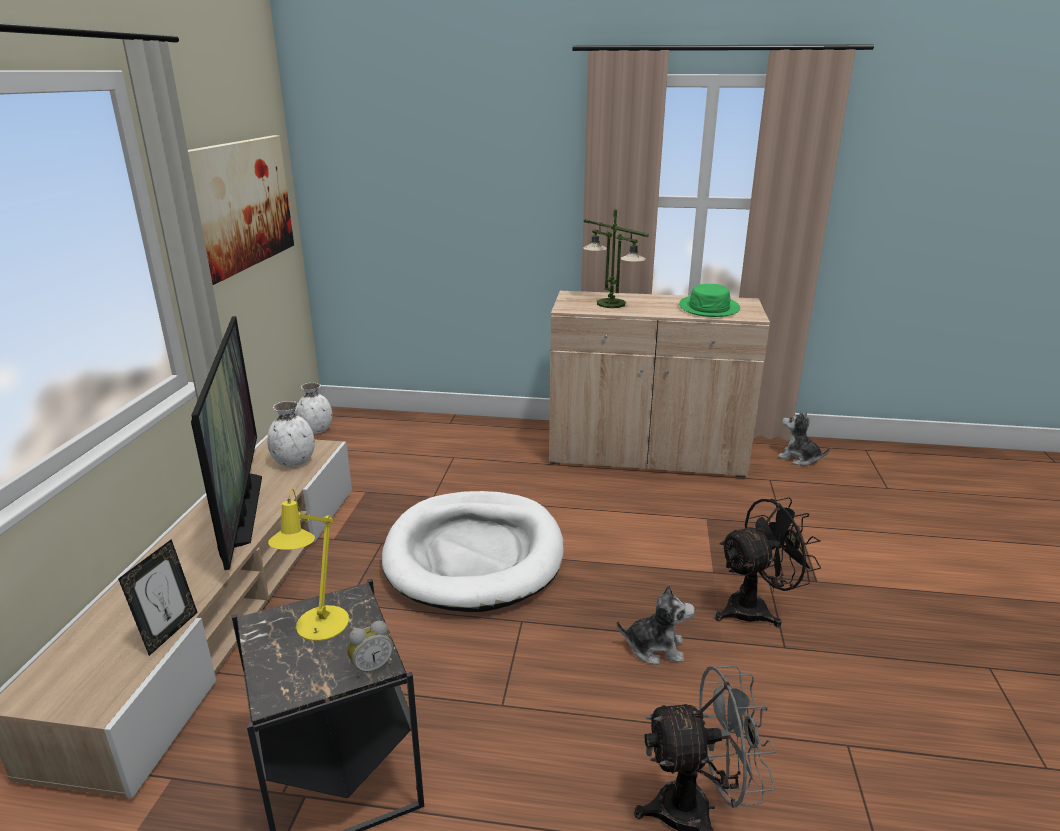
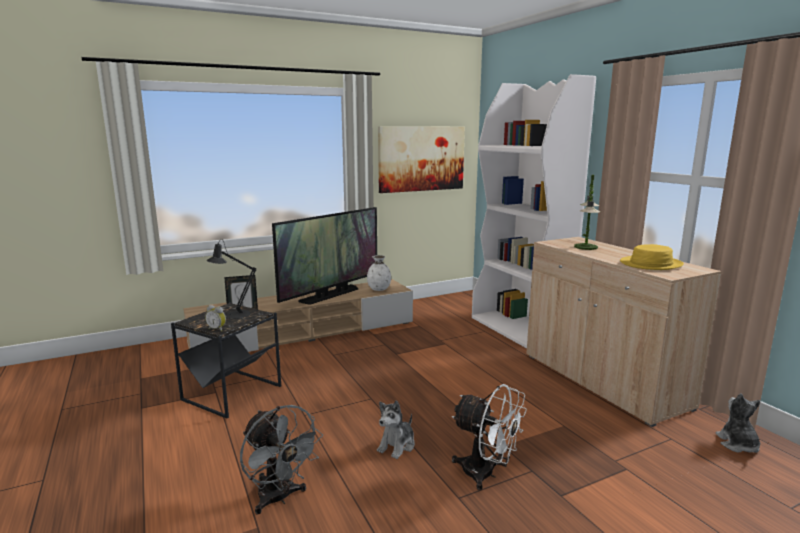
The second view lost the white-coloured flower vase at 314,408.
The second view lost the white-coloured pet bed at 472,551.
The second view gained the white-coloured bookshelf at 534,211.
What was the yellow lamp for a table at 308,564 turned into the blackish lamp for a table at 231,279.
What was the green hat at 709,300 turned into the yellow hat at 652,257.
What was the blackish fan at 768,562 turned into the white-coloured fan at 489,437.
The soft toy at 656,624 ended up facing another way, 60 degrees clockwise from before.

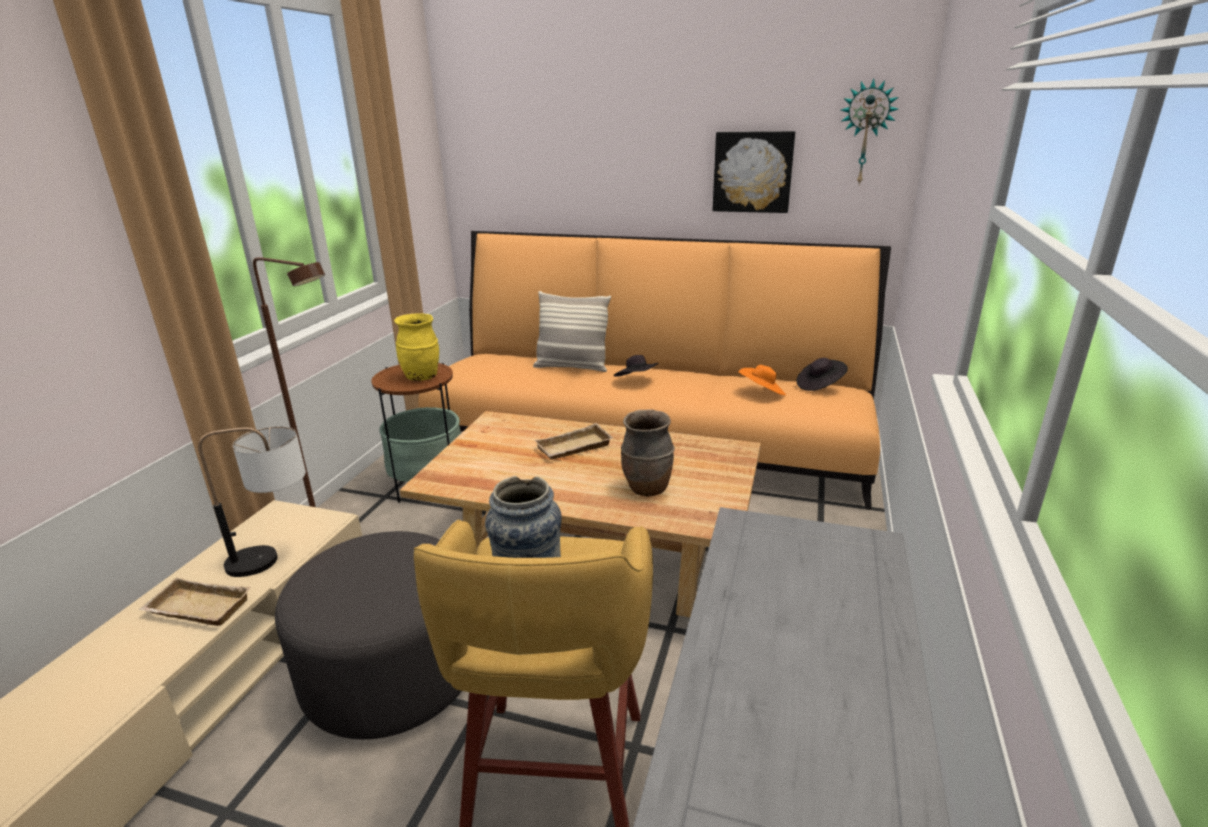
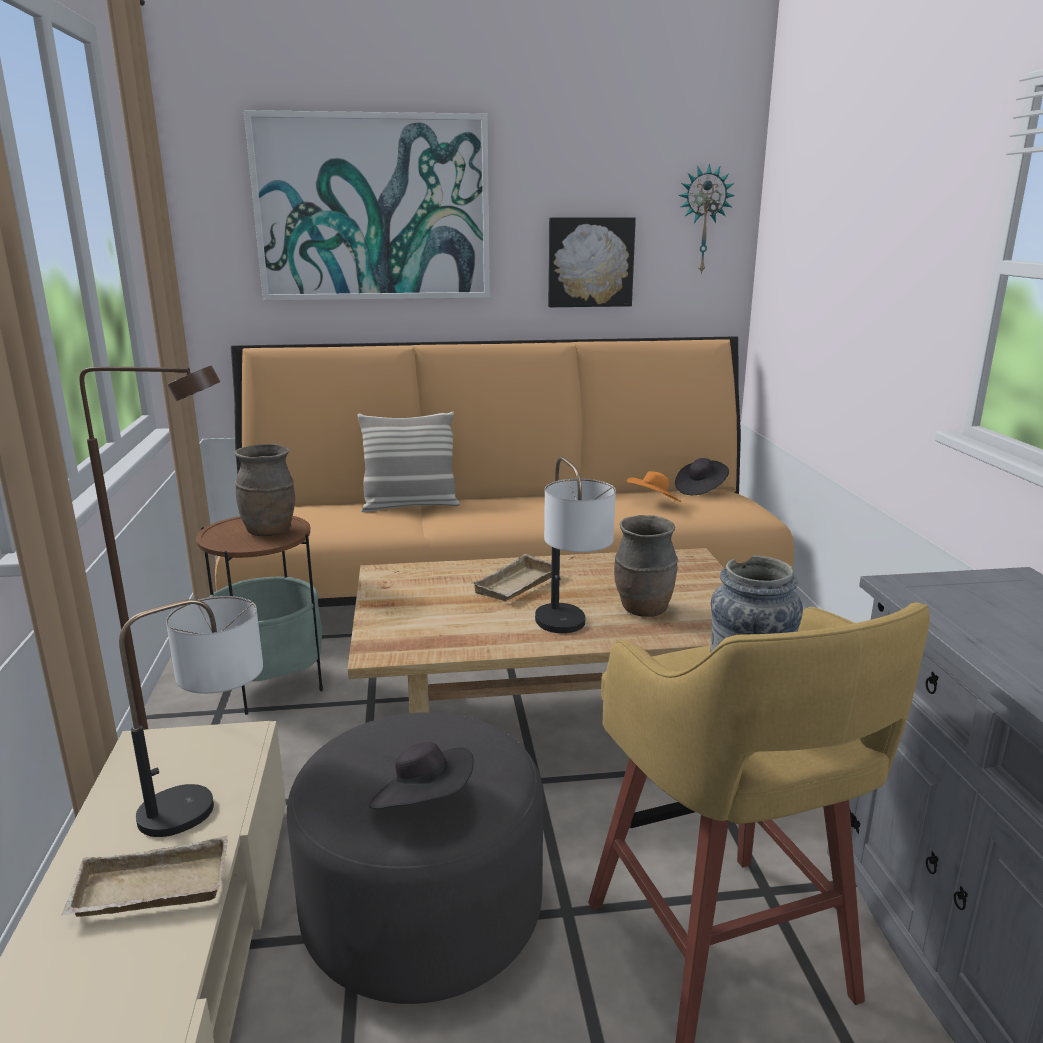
The second view gained the picture at 367,205.
The second view gained the lamp for a table at 575,545.
The blackish hat ended up elsewhere, having gone from 636,366 to 421,775.
What was the yellow flower vase at 416,347 turned into the brown-coloured flower vase at 264,490.

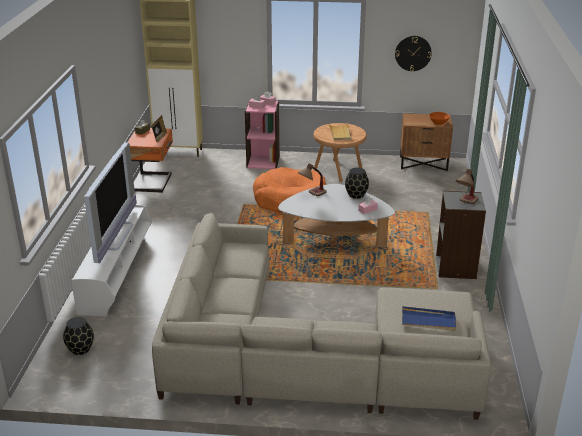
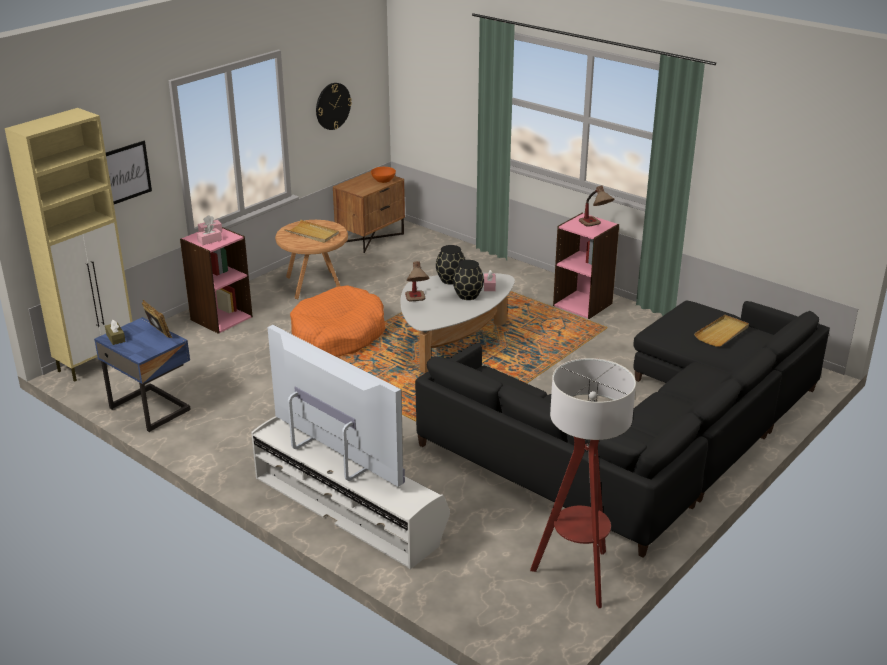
The second view gained the picture at 129,172.
The second view gained the standard lamp at 583,483.
The blackish flower vase ended up elsewhere, having gone from 78,336 to 468,280.
What was the orange-coloured nightstand at 150,160 turned into the bluish nightstand at 142,374.
What was the beige-coloured sofa at 321,316 turned into the blackish sofa at 622,429.
What was the bluish carrying tray at 429,318 turned into the beige-coloured carrying tray at 721,330.
What was the greyish bookshelf at 461,235 turned into the pink-coloured bookshelf at 586,266.

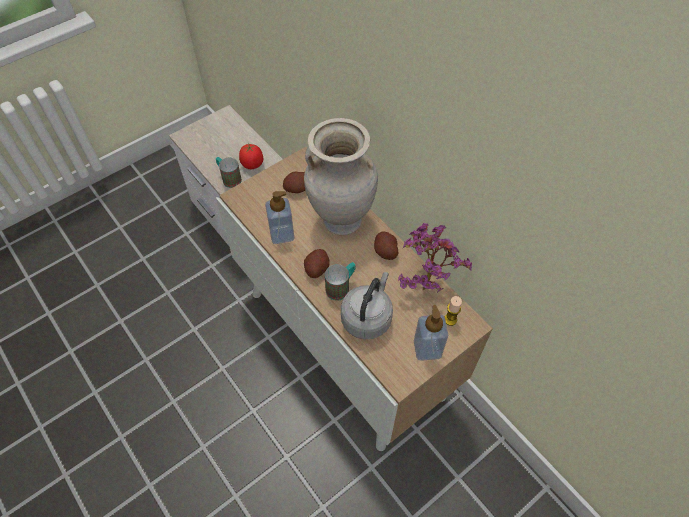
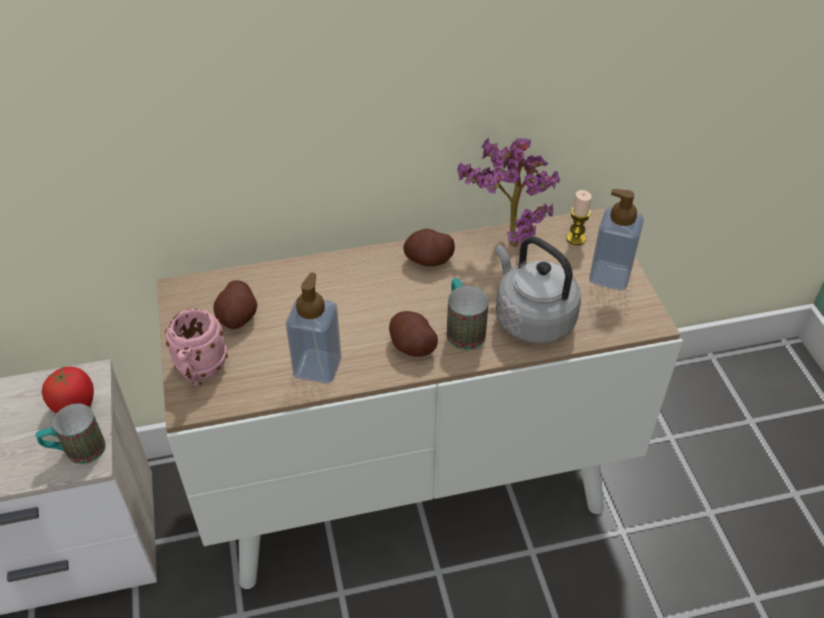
The second view lost the beige-coloured flower vase at 341,176.
The second view gained the pink-coloured coffee mug at 196,347.

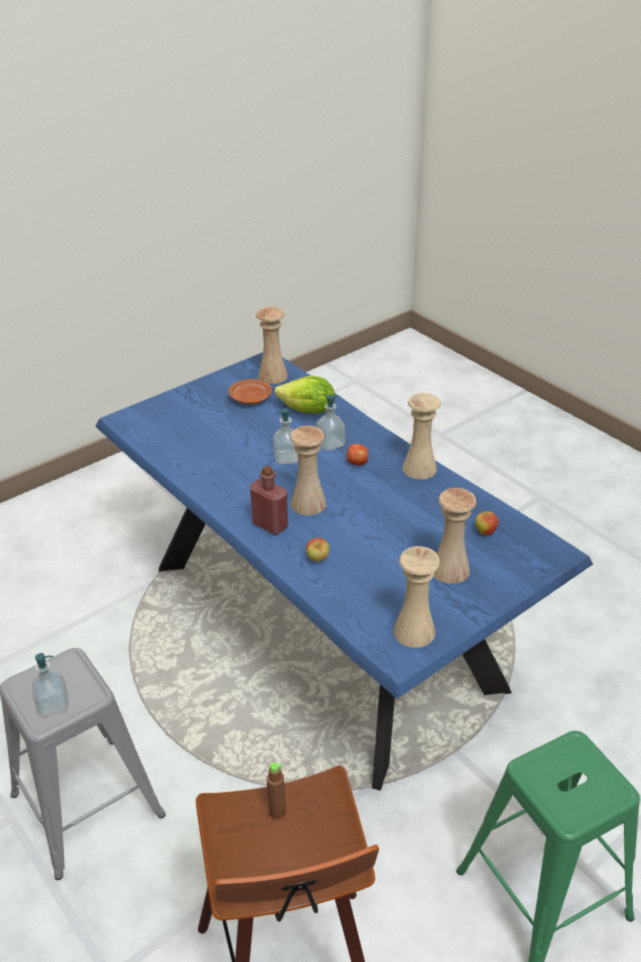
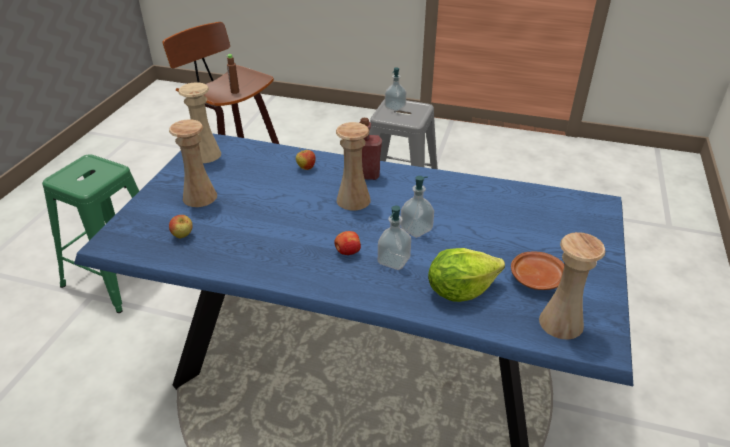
The second view lost the beige-coloured flower vase at 421,436.

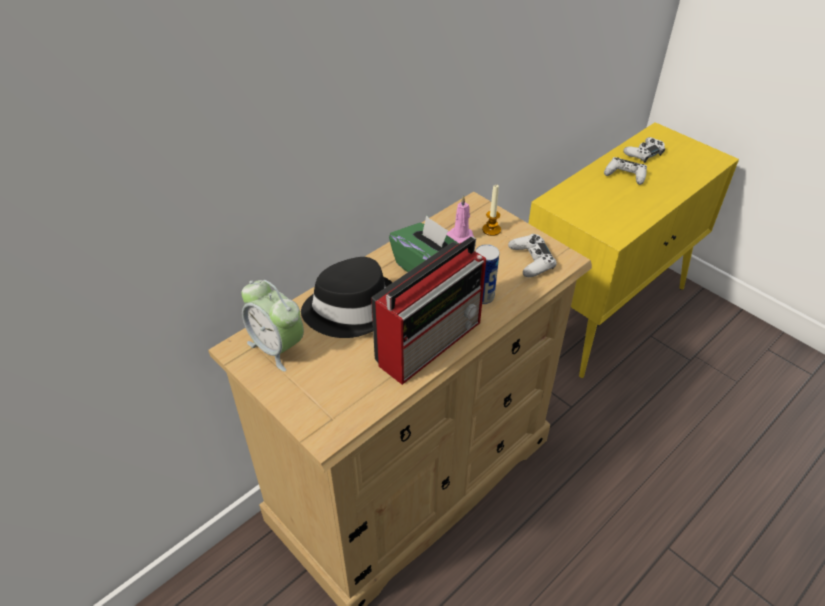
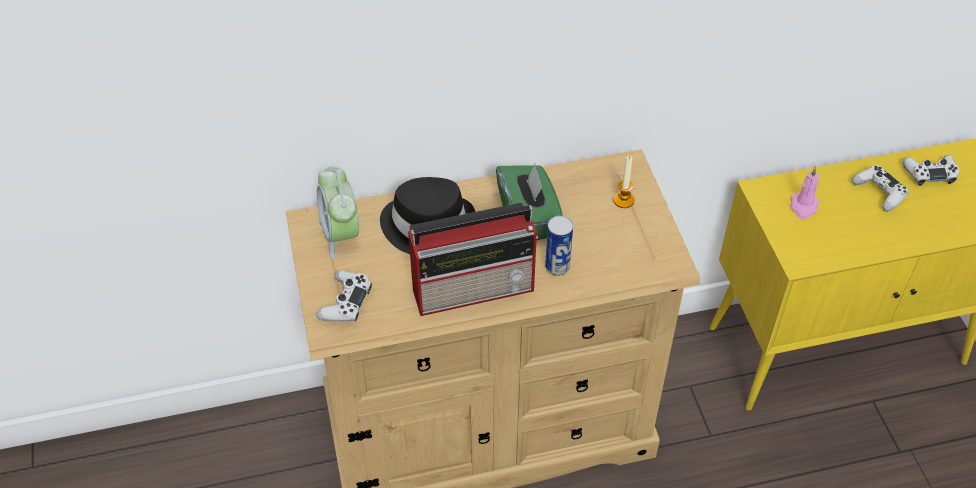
The pink-coloured candle ended up elsewhere, having gone from 460,219 to 804,193.
The white-coloured gamepad ended up elsewhere, having gone from 532,255 to 344,296.

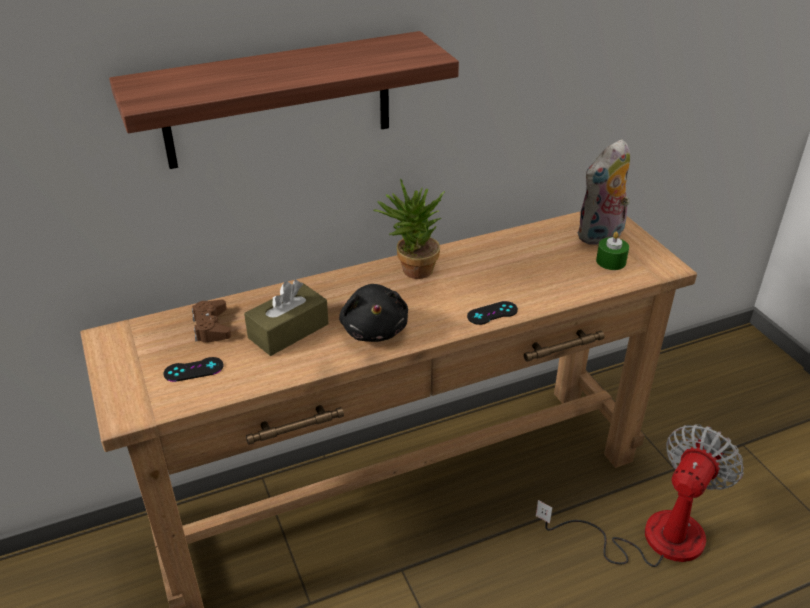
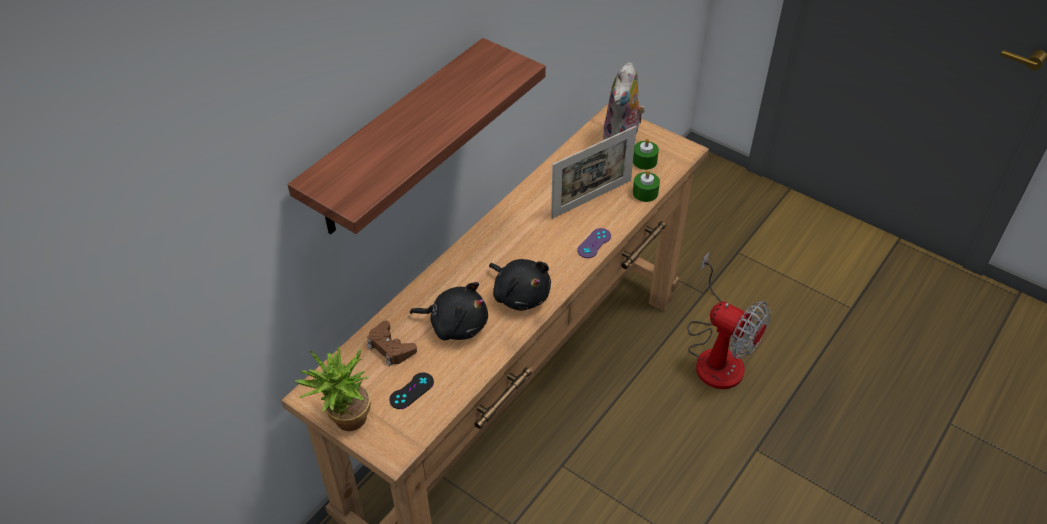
The second view gained the standing frame at 594,172.
The second view gained the green candle at 646,186.
The houseplant ended up elsewhere, having gone from 409,229 to 332,389.
Where the brown-coloured tissue box stood at 286,318, the blackish soft toy came to stand at 449,311.
What was the blackish gamepad at 492,313 turned into the purple gamepad at 594,243.
The fan at 640,495 ended up facing another way, 120 degrees clockwise from before.

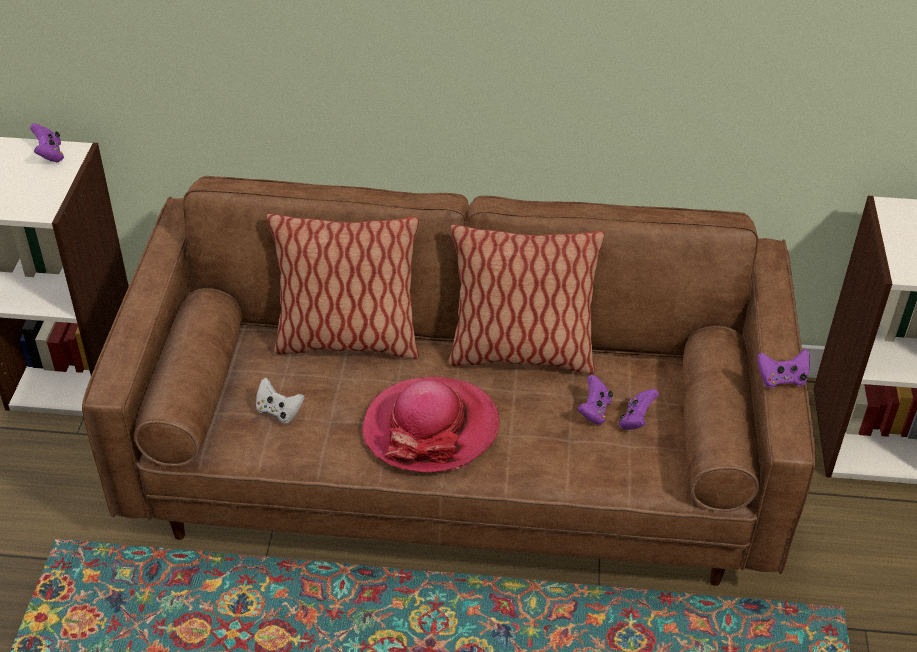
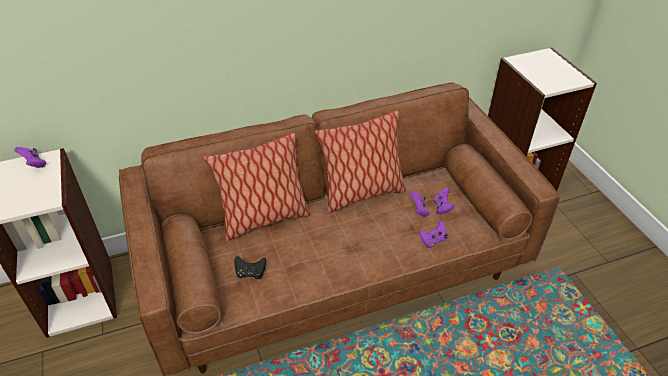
The second view lost the hat at 430,424.
The purple gamepad ended up elsewhere, having gone from 783,368 to 433,234.
What was the white-coloured gamepad at 280,400 turned into the blackish gamepad at 250,267.

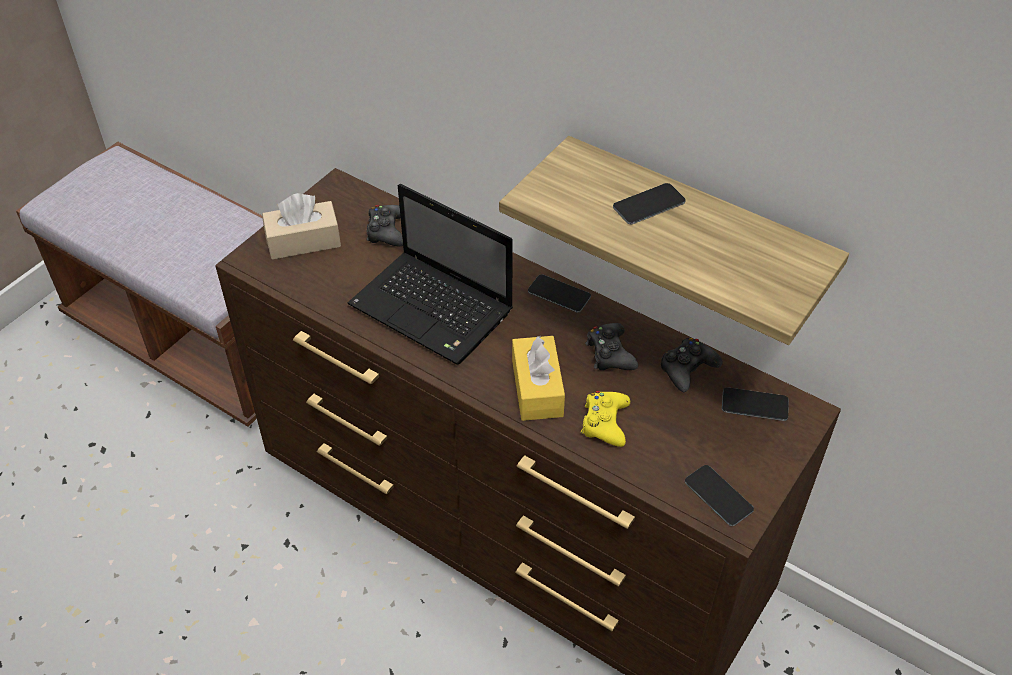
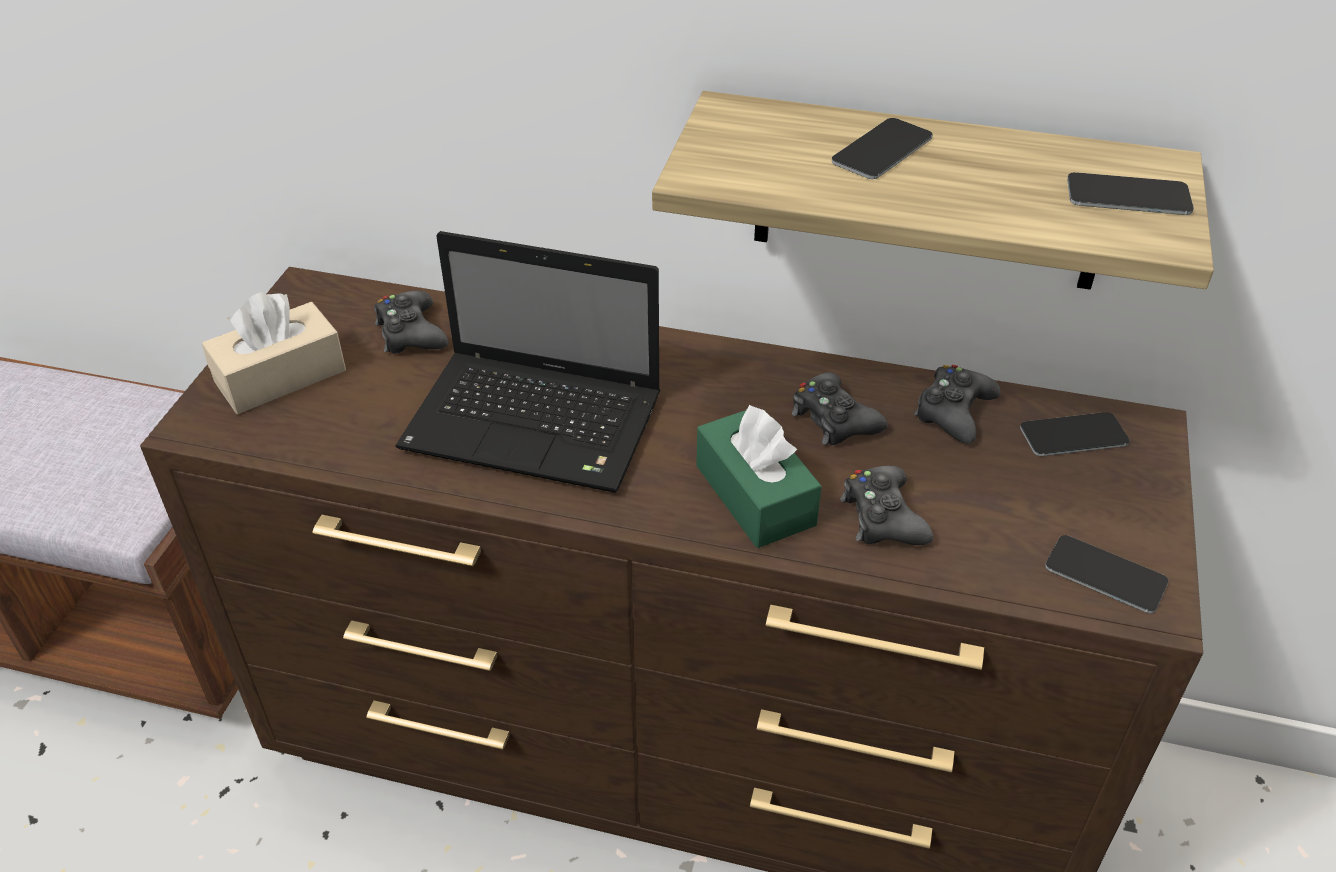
The telephone ended up elsewhere, having gone from 559,293 to 1130,193.
What was the yellow tissue box at 538,378 turned into the green tissue box at 759,476.
What was the yellow gamepad at 605,419 turned into the blackish gamepad at 886,505.

